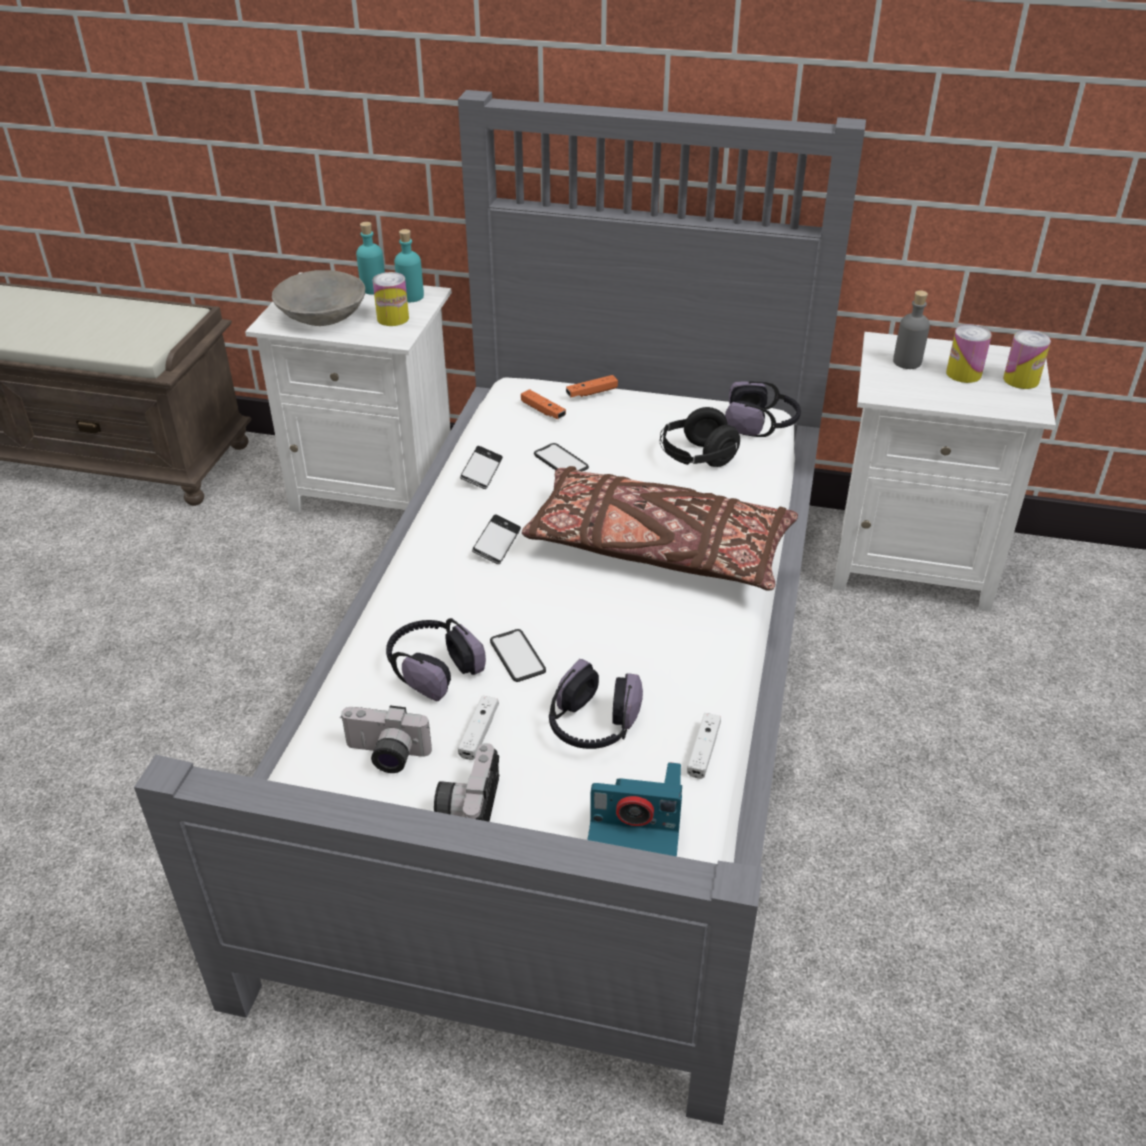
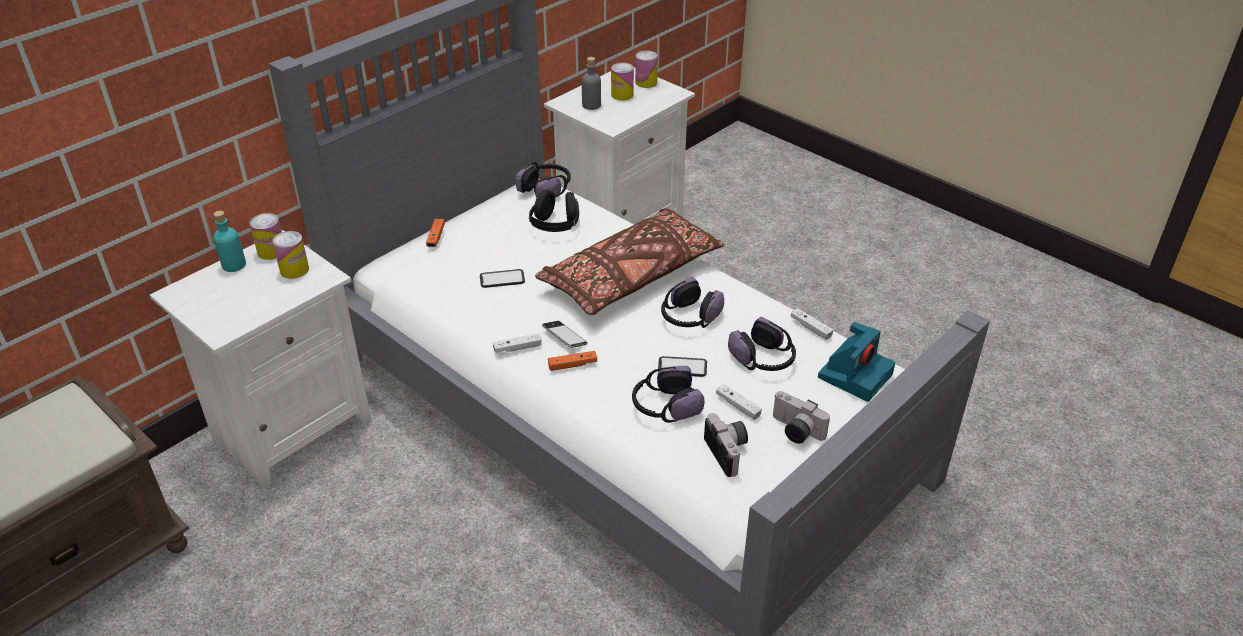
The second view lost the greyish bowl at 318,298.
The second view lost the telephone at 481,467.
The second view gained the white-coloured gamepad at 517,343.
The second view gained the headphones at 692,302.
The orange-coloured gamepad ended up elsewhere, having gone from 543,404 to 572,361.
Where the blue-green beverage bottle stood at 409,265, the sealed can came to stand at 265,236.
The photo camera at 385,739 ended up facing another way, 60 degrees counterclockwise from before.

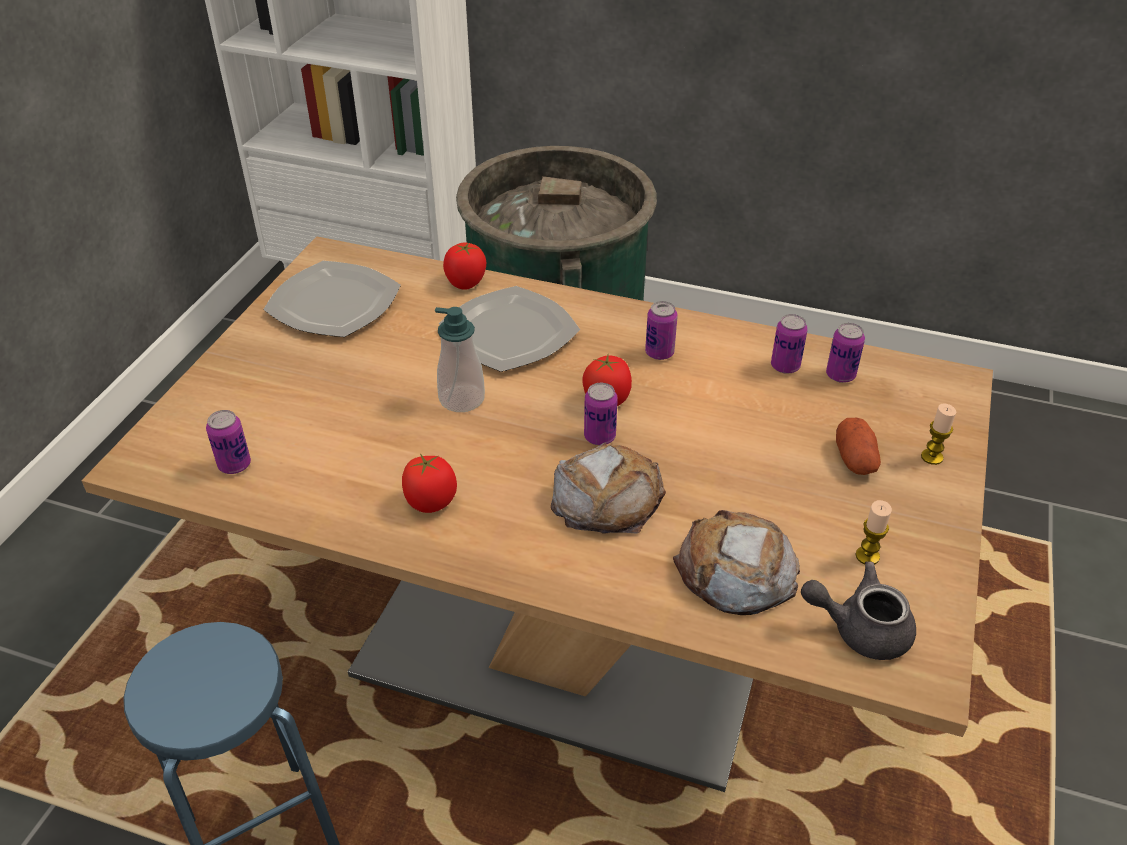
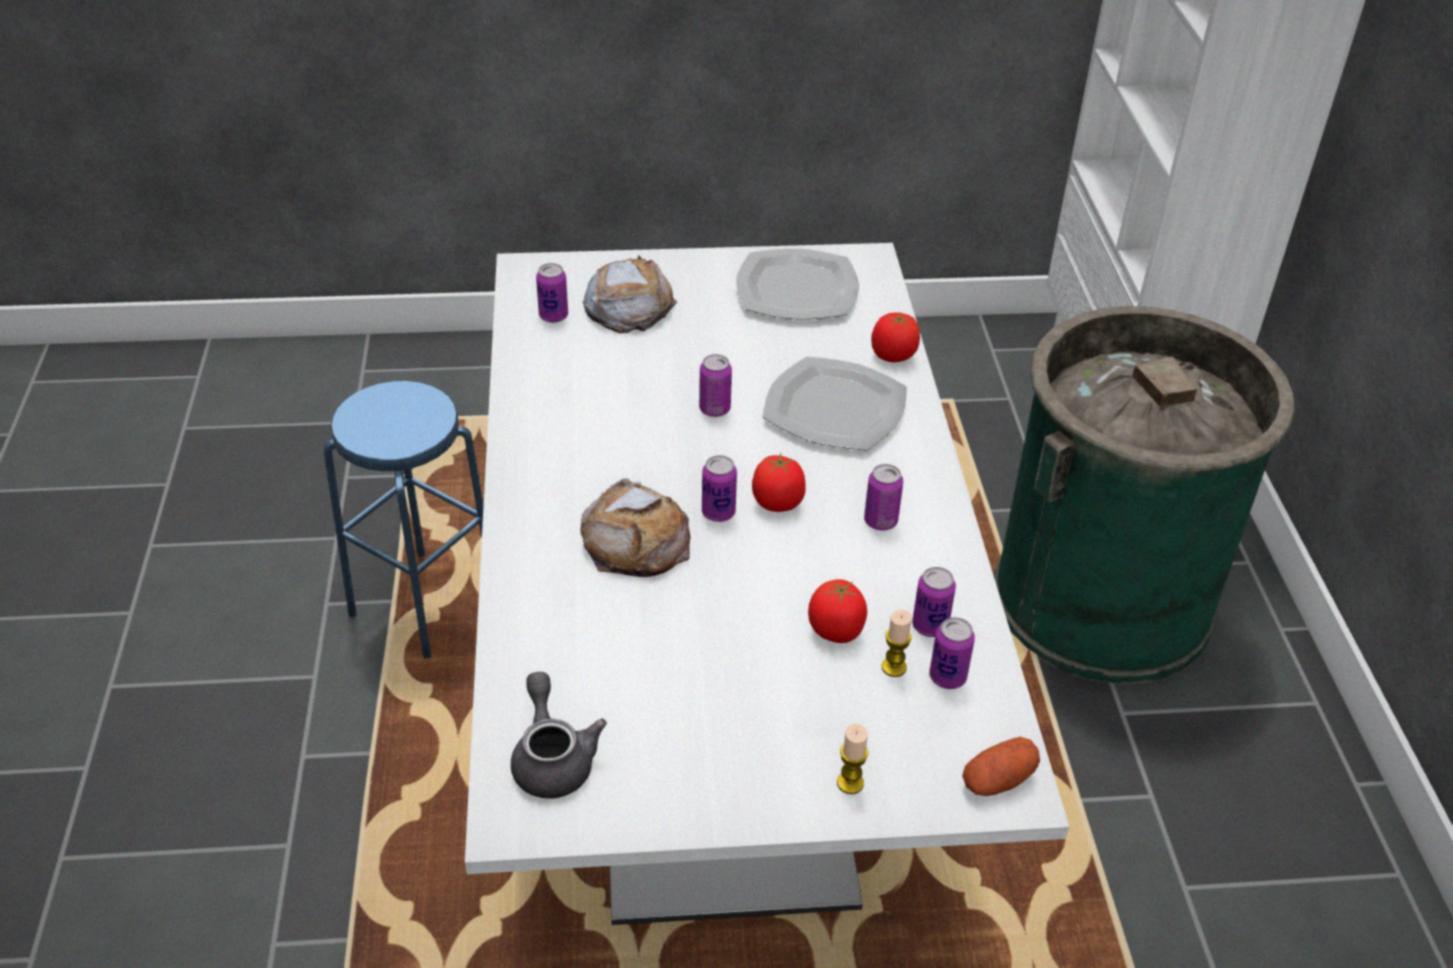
The tomato ended up elsewhere, having gone from 429,483 to 837,611.
The bread ended up elsewhere, having gone from 736,562 to 630,294.
The potato ended up elsewhere, having gone from 858,446 to 1001,766.
The candle ended up elsewhere, having gone from 874,532 to 897,643.
Where the soap bottle stood at 460,359, the sealed can came to stand at 715,385.
What was the brown-coloured dining table at 537,514 turned into the white-coloured dining table at 767,584.

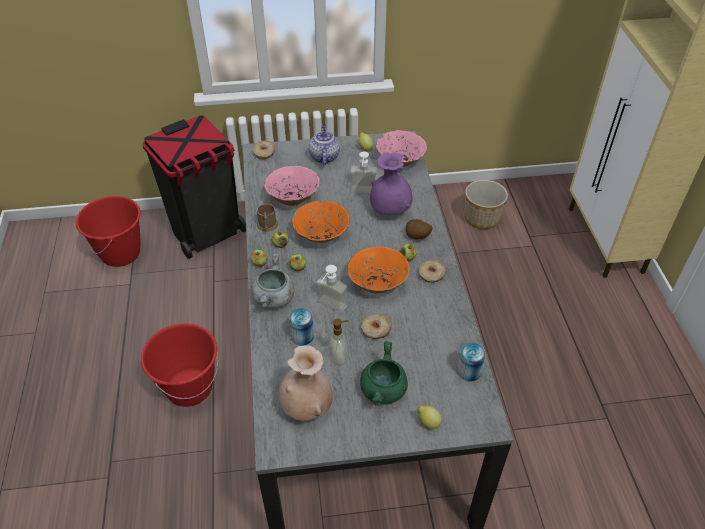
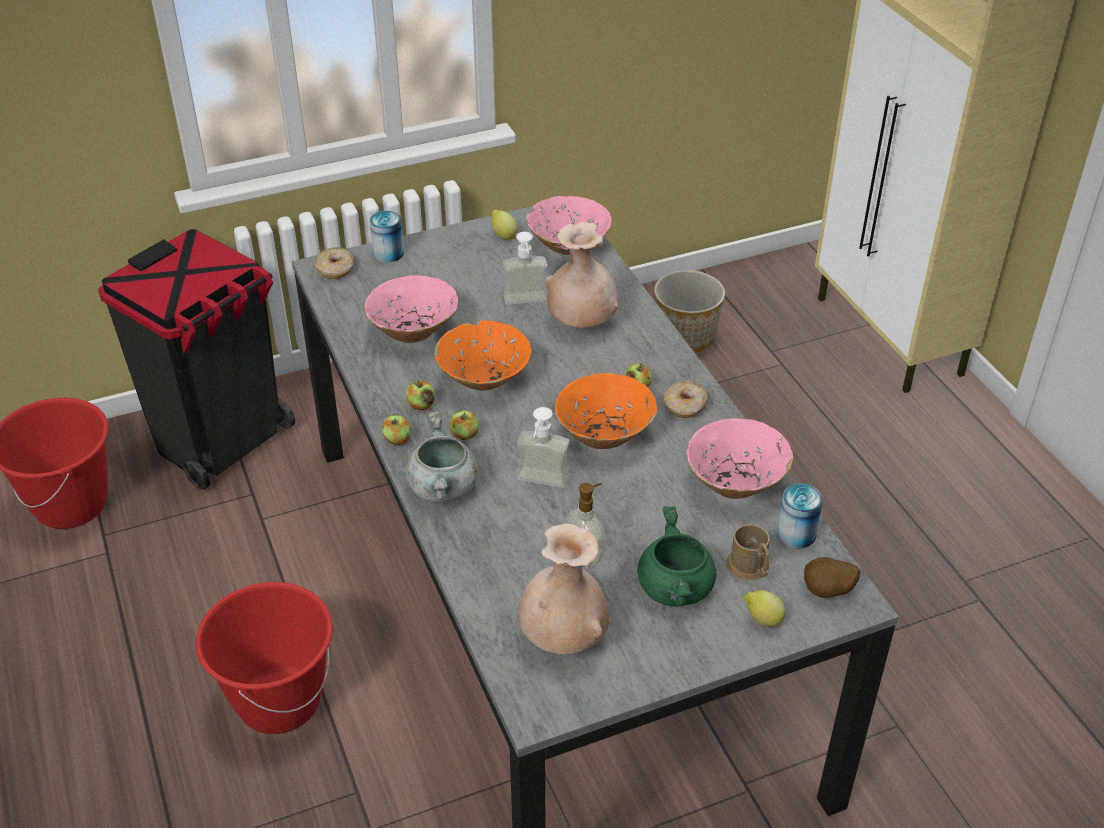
The second view lost the tea pot at 324,144.
The second view lost the donut at 376,326.
The second view gained the pink-coloured bowl at 739,458.
The brown-coloured coffee mug ended up elsewhere, having gone from 267,218 to 748,552.
The sealed can ended up elsewhere, having gone from 301,327 to 387,237.
The potato ended up elsewhere, having gone from 419,229 to 832,577.
What was the purple flower vase at 391,183 turned into the beige-coloured flower vase at 581,275.

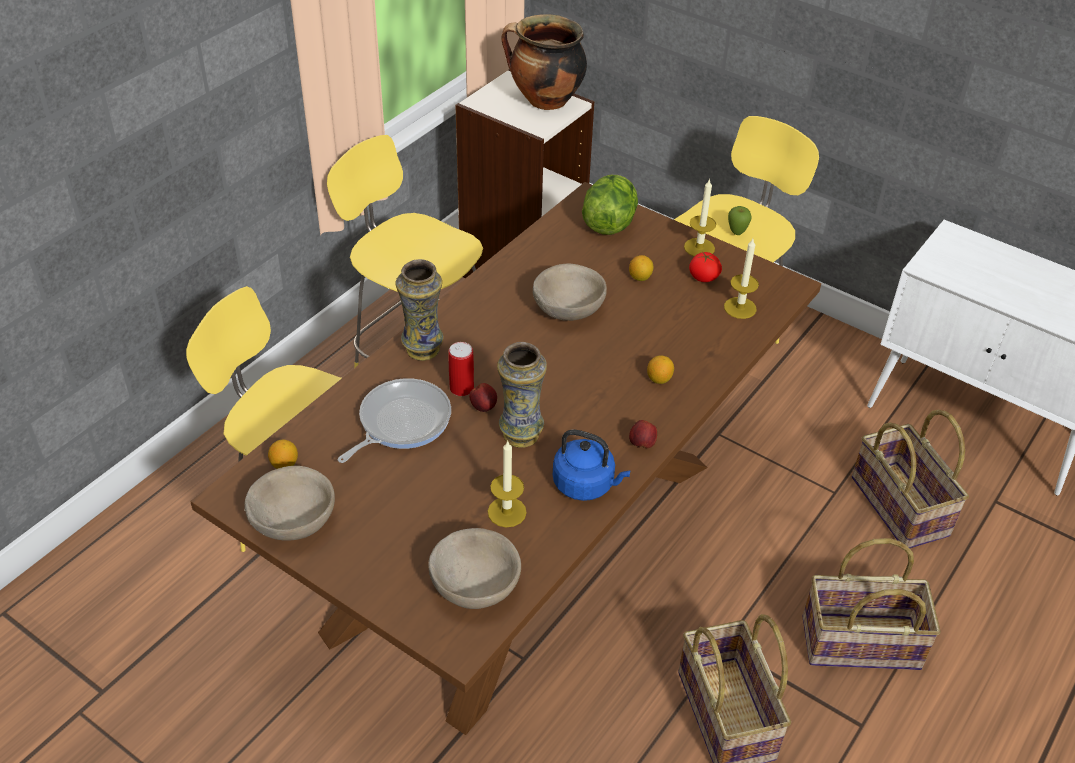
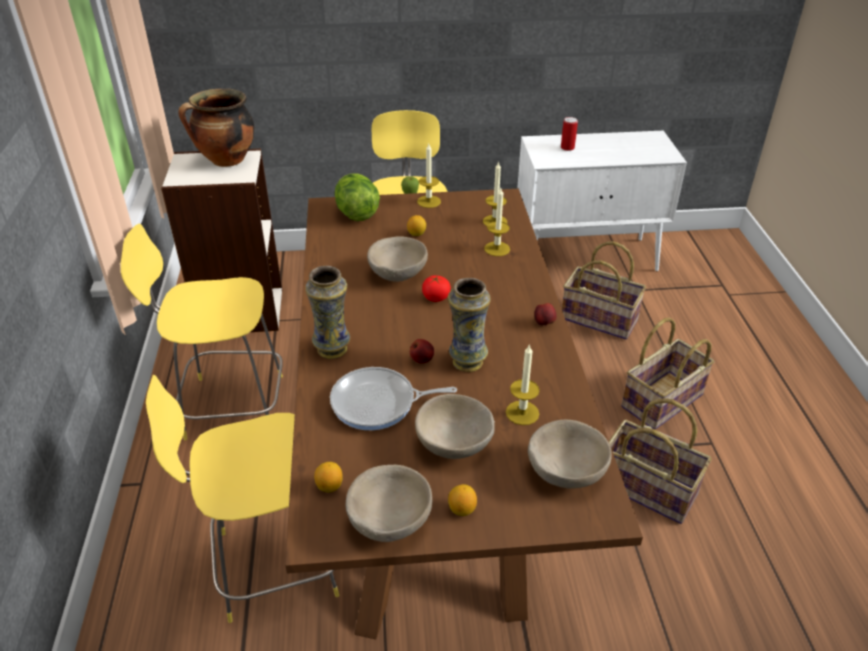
The second view lost the bluish tea kettle at 592,465.
The second view gained the beige-coloured bowl at 455,426.
The second view gained the candle at 497,222.
The sealed can ended up elsewhere, having gone from 461,369 to 569,134.
The lemon ended up elsewhere, having gone from 660,369 to 462,500.
The tomato ended up elsewhere, having gone from 705,267 to 436,288.
The pan at 394,420 ended up facing another way, 90 degrees counterclockwise from before.

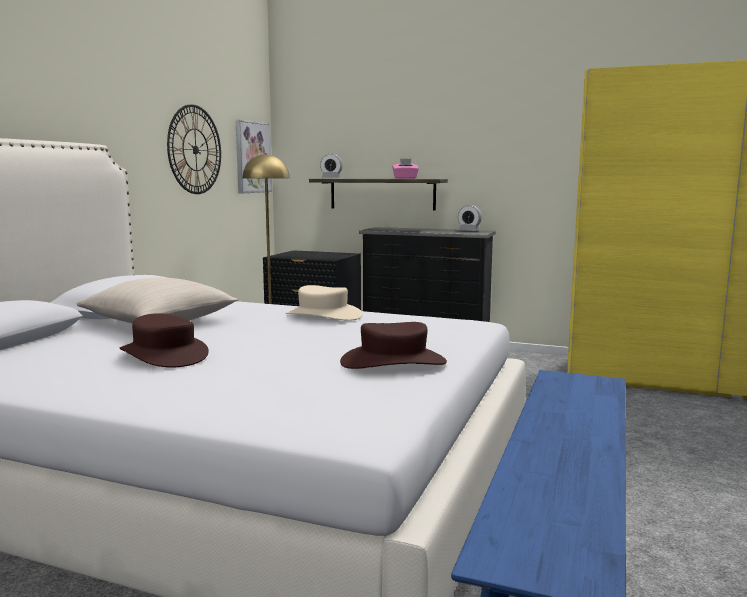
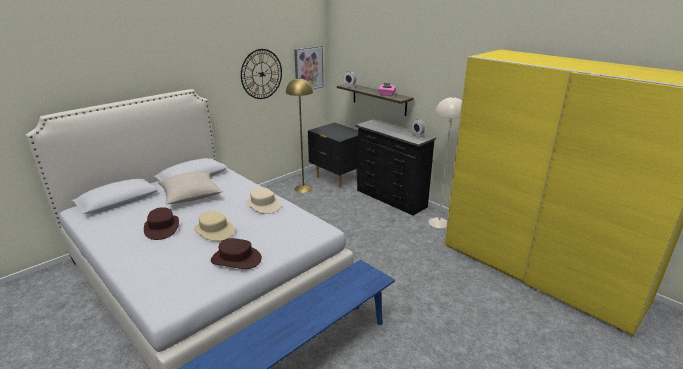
The second view gained the beige-coloured hat at 214,226.
The second view gained the beige-coloured standard lamp at 445,162.

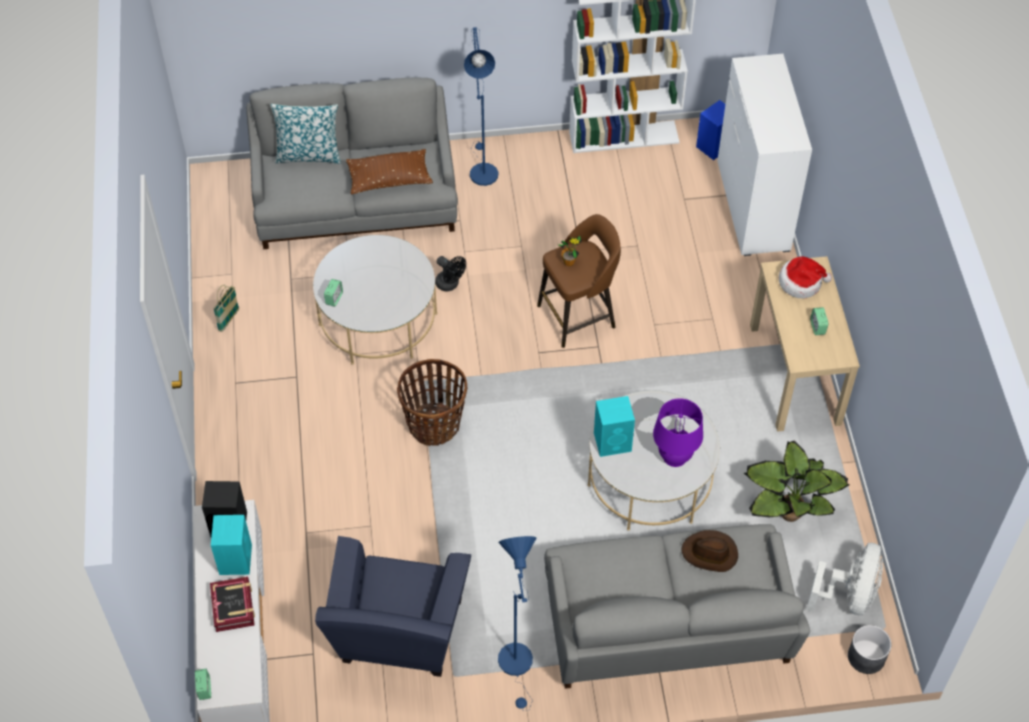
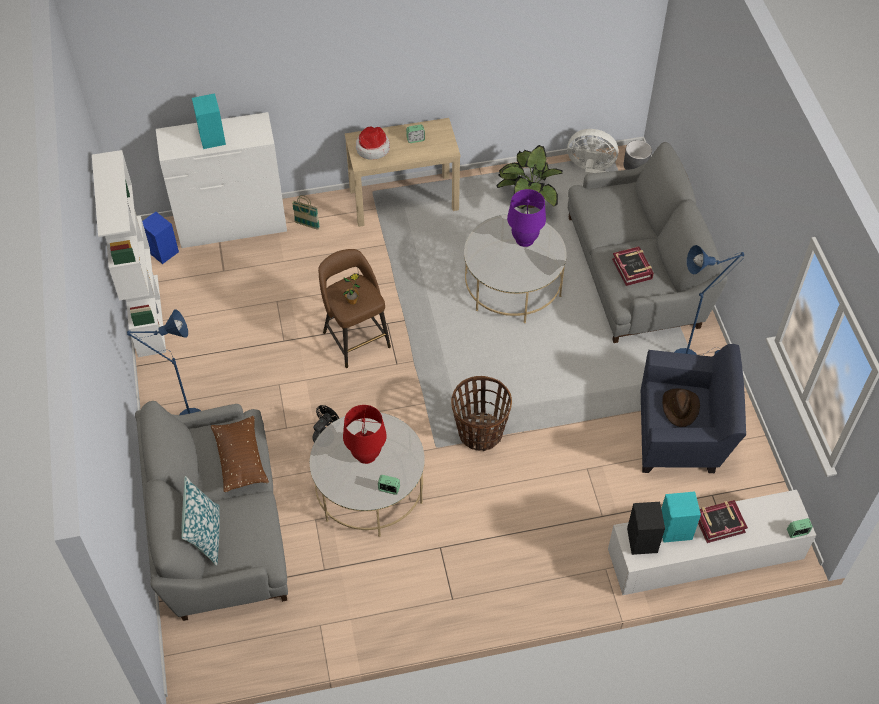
The second view gained the red lamp for a table at 365,434.
The second view gained the book at 633,266.
The basket ended up elsewhere, having gone from 226,308 to 306,212.
The blue-green speaker ended up elsewhere, having gone from 614,426 to 209,121.
The brown-coloured hat ended up elsewhere, having gone from 709,551 to 681,407.

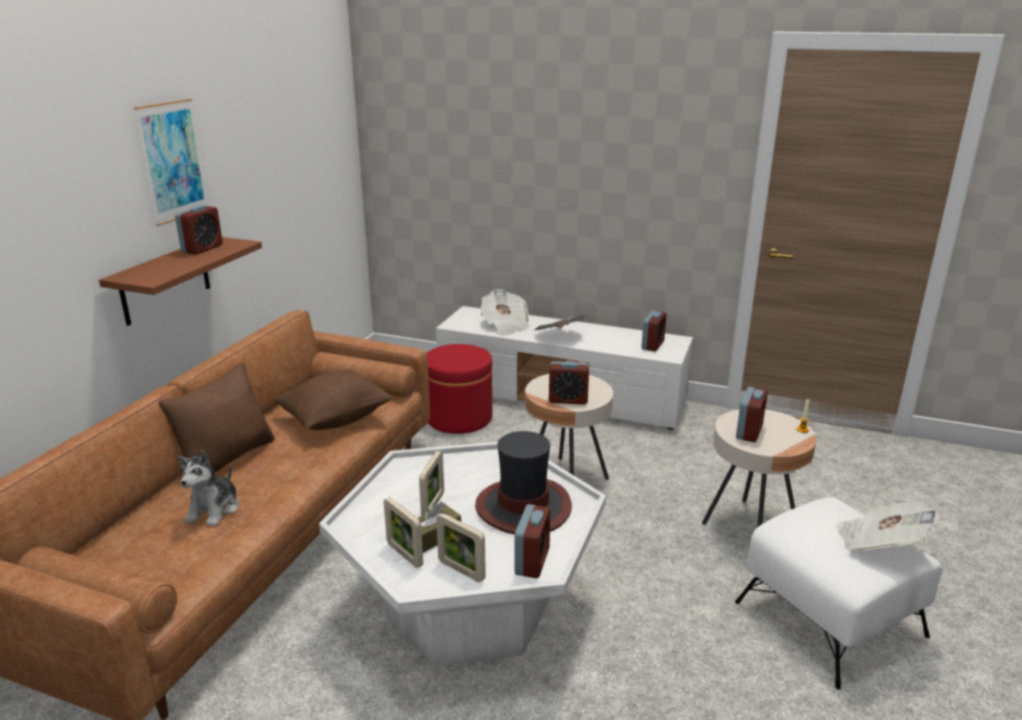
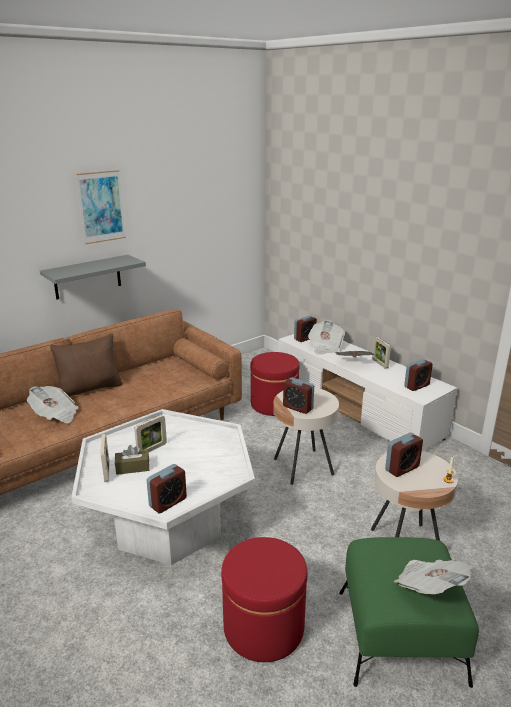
The second view lost the brown-coloured cushion at 332,399.
The second view lost the hat at 523,483.
The second view gained the red pouffe at 264,599.
The alarm clock ended up elsewhere, having gone from 199,230 to 305,329.
The standing frame ended up elsewhere, having gone from 461,547 to 381,353.
Where the soft toy stood at 208,488, the printed paper came to stand at 52,404.
What was the brown-coloured shelf at 180,281 turned into the greyish shelf at 93,277.
What was the white-coloured pouffe at 838,593 turned into the green pouffe at 409,612.

